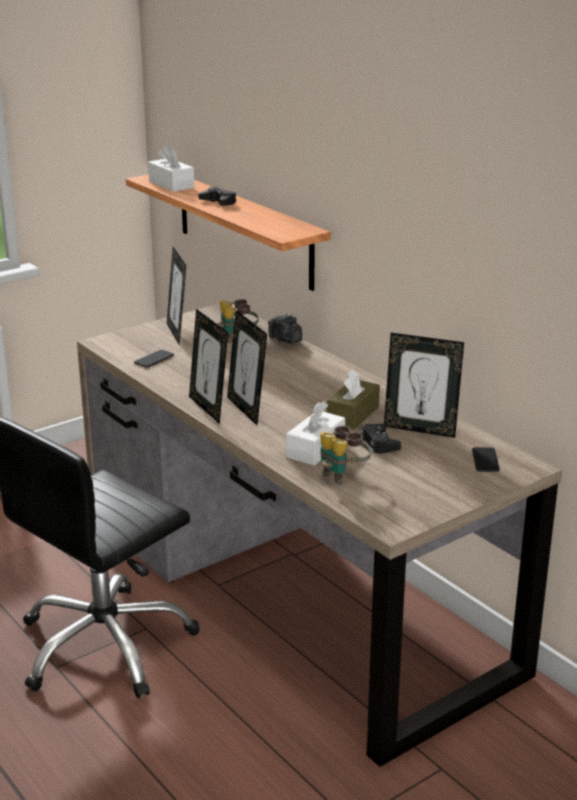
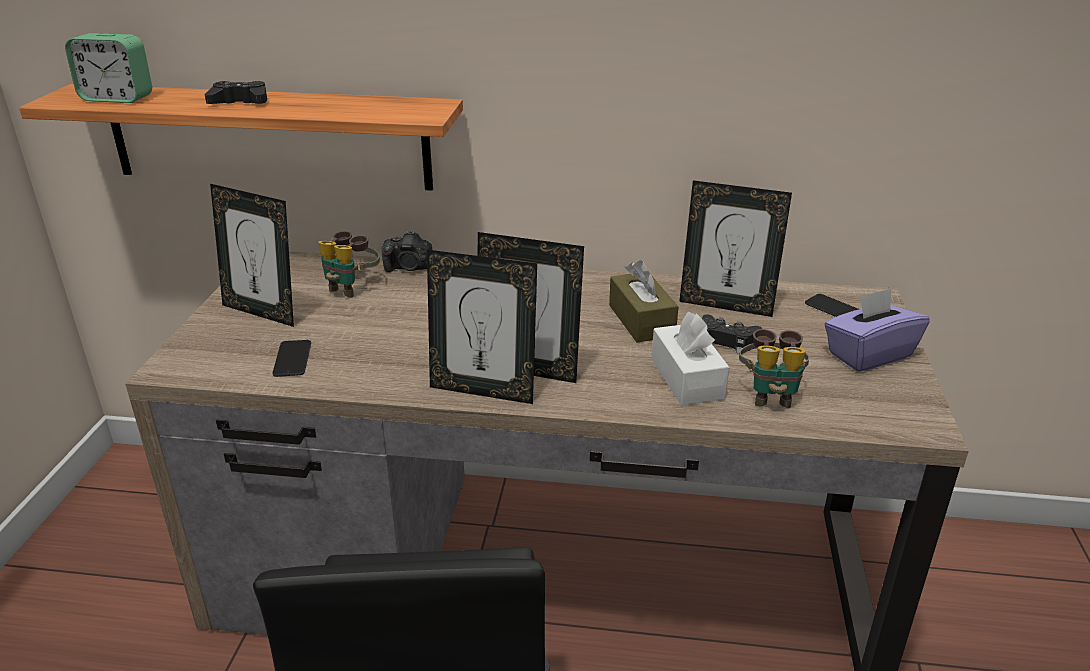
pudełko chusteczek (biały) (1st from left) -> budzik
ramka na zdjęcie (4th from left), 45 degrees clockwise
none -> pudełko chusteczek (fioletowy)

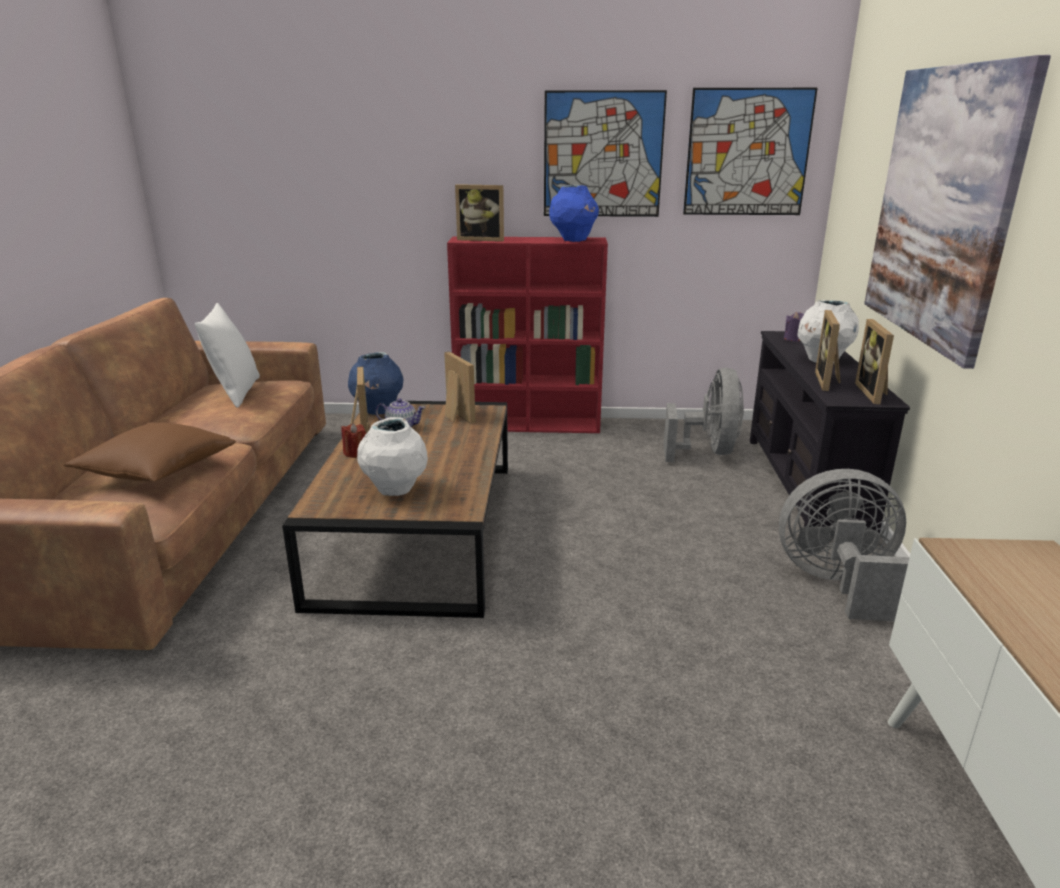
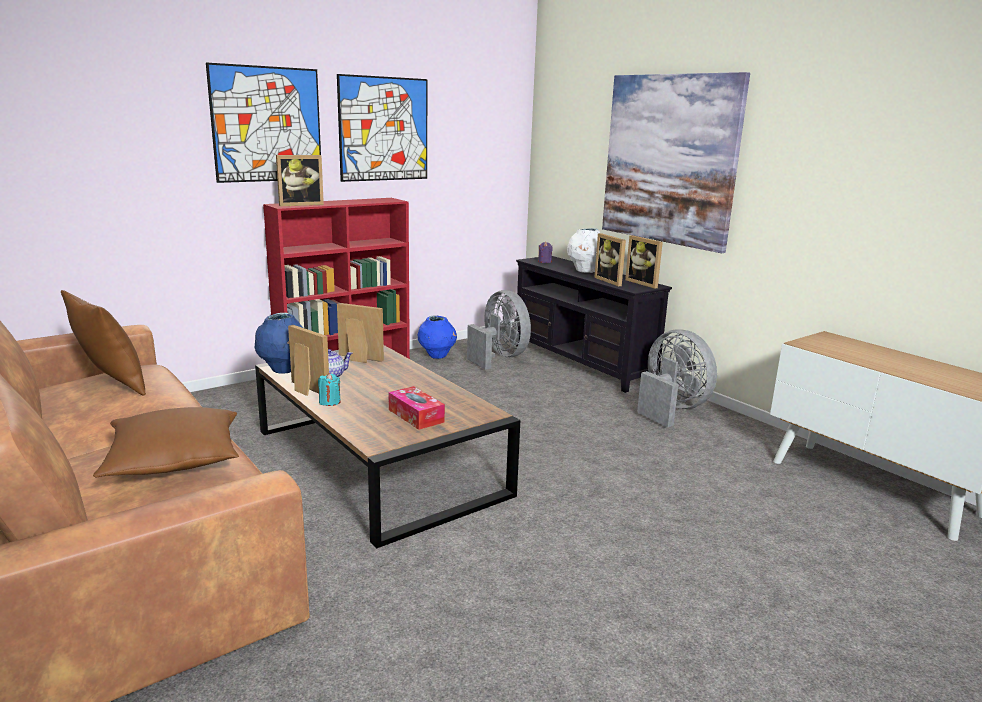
obraz (2nd from left in the first image) -> obraz (1st from left), move
wazon (niebieski) (2nd from left), move
poduszka (biały) -> poduszka (brązowy) (1st from left)
wazon (biały) (1st from left) -> pudełko chusteczek
świeca (czerwony) -> świeca (turkusowy)
wentylator (szary) (2nd from left), 90 degrees clockwise

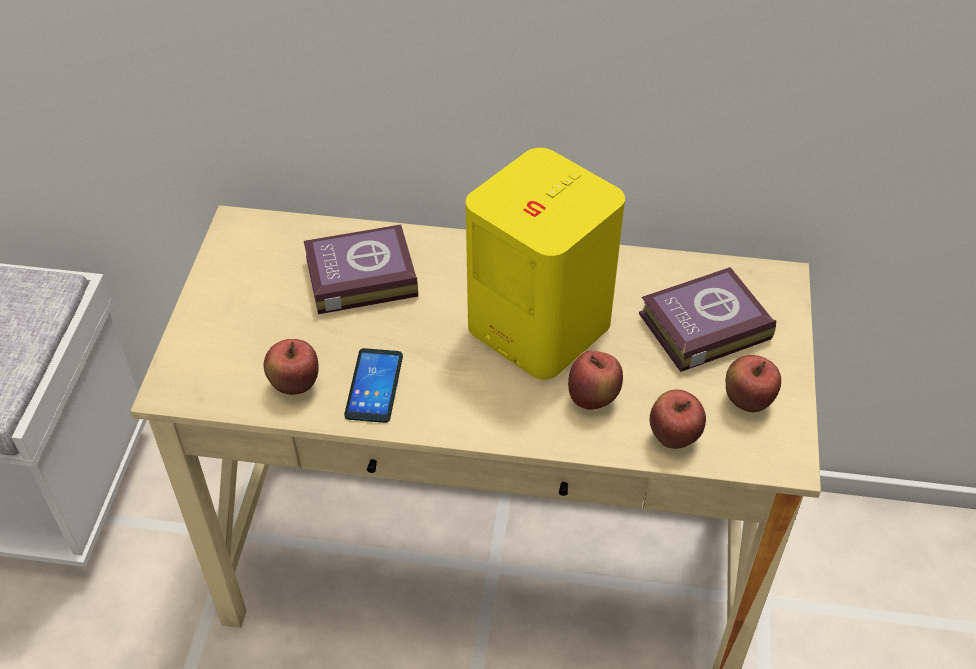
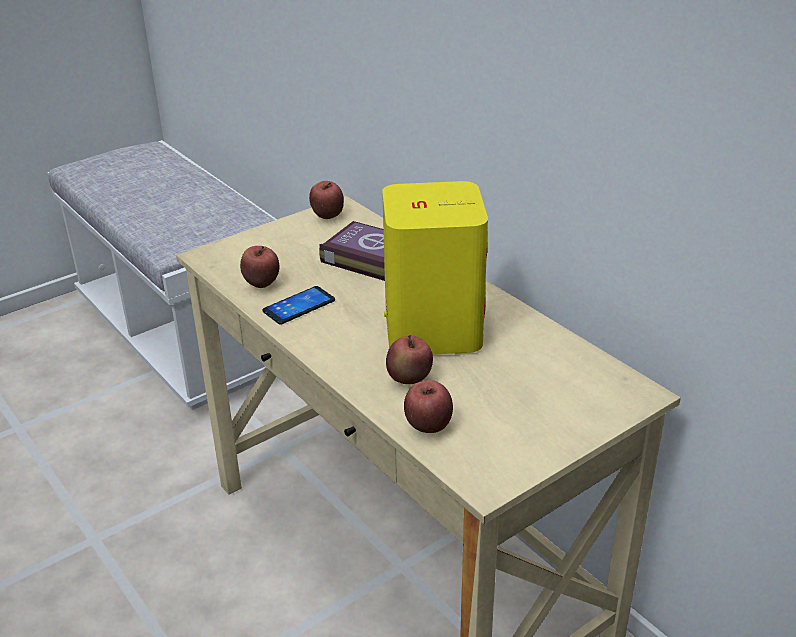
książka (2nd from left) -> none
jabłko (4th from left in the first image) -> jabłko (2nd from left), move

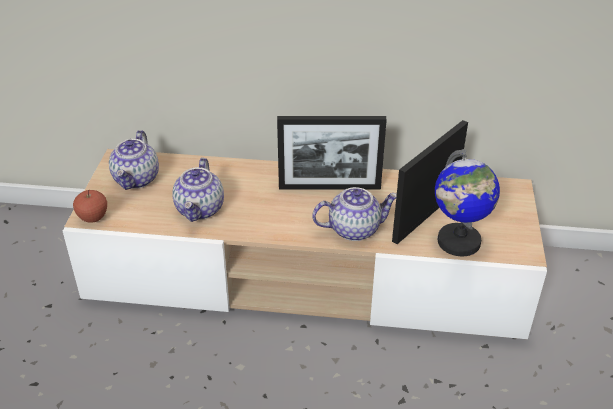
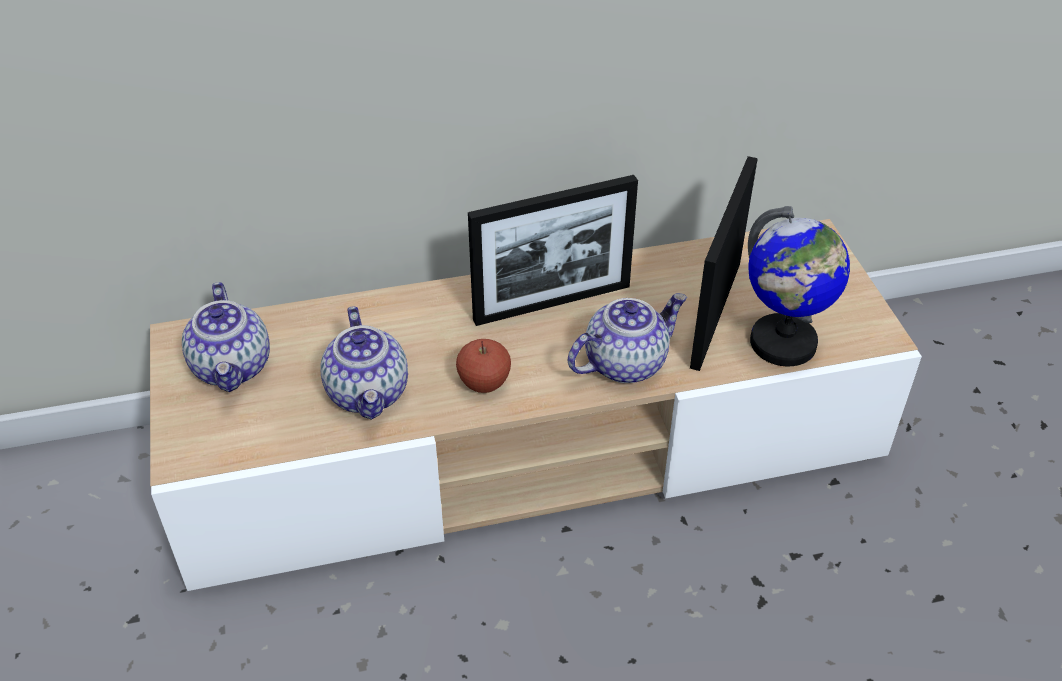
jabłko, move

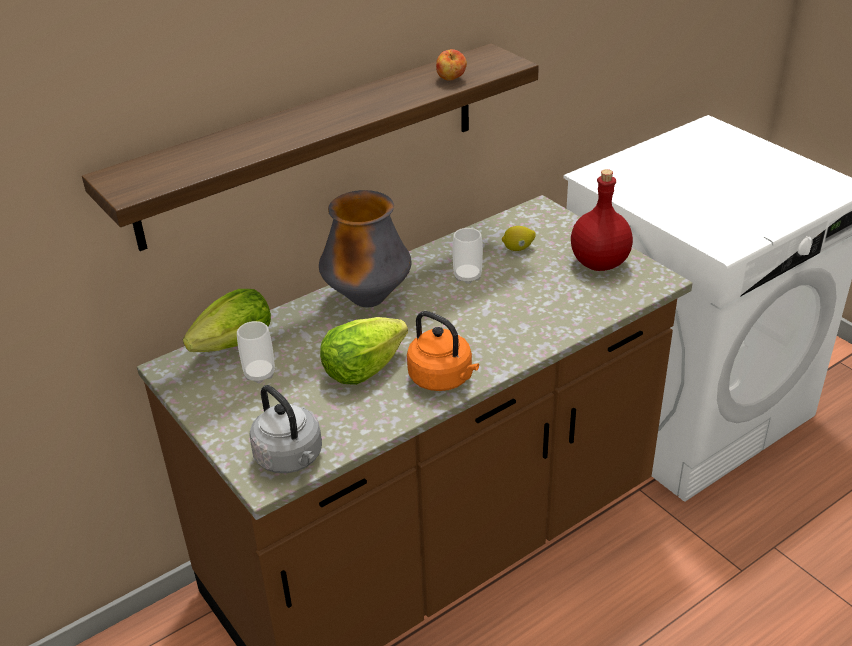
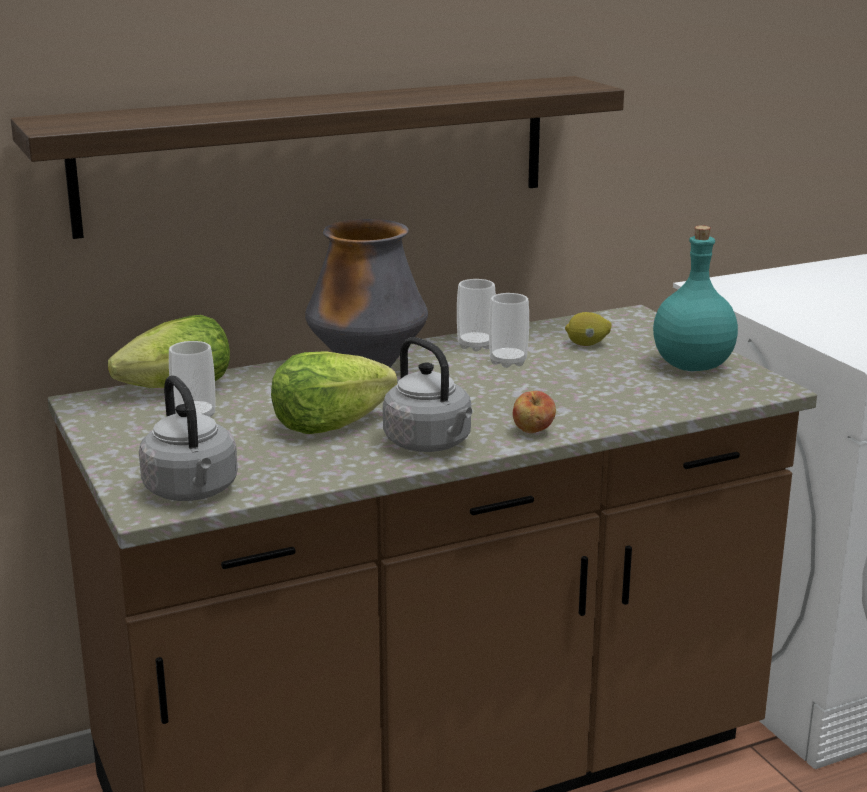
jabłko, move
butelka (czerwony) -> butelka (turkusowy)
czajnik (pomarańczowy) -> czajnik (szary) (2nd from left)
none -> filiżanka (2nd from left)

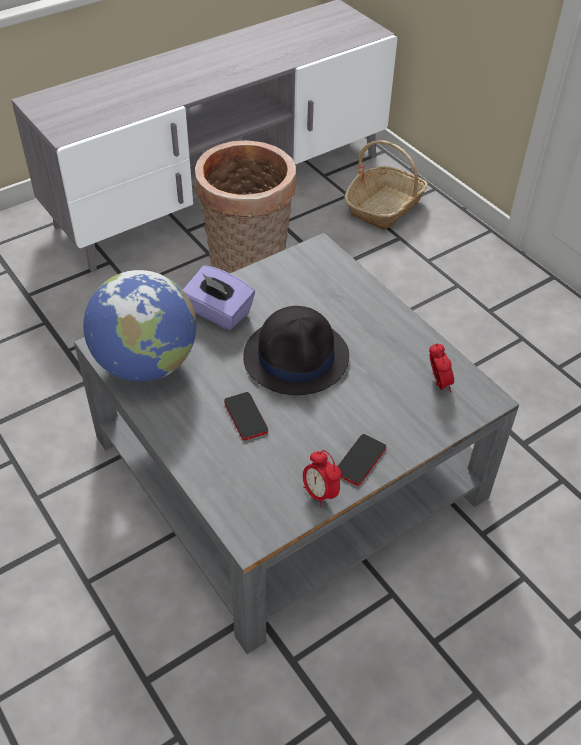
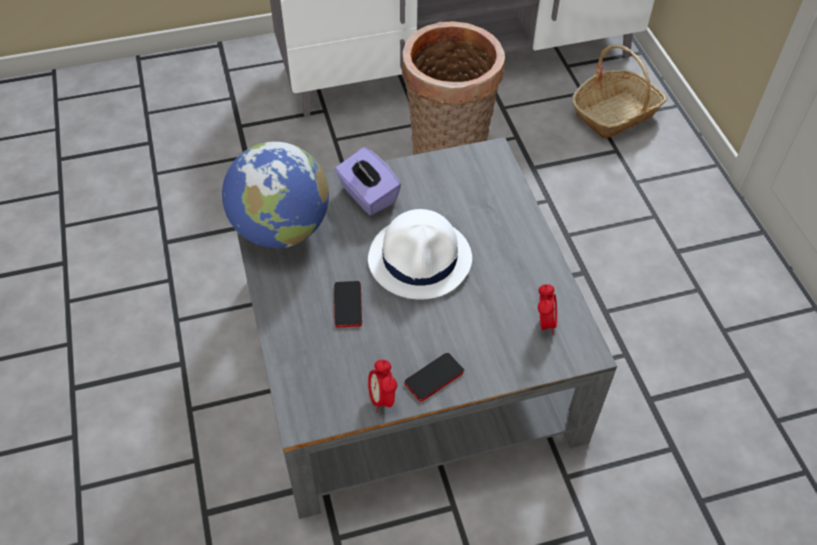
kapelusz (czarny) -> kapelusz (biały)

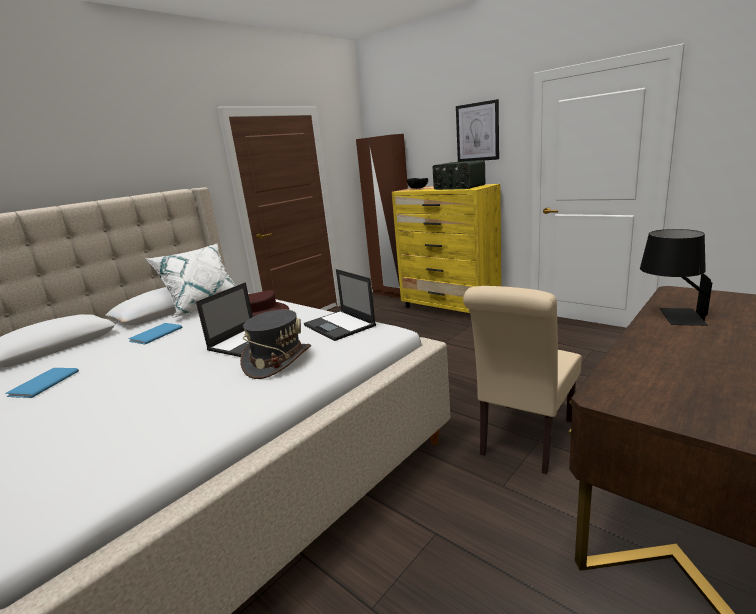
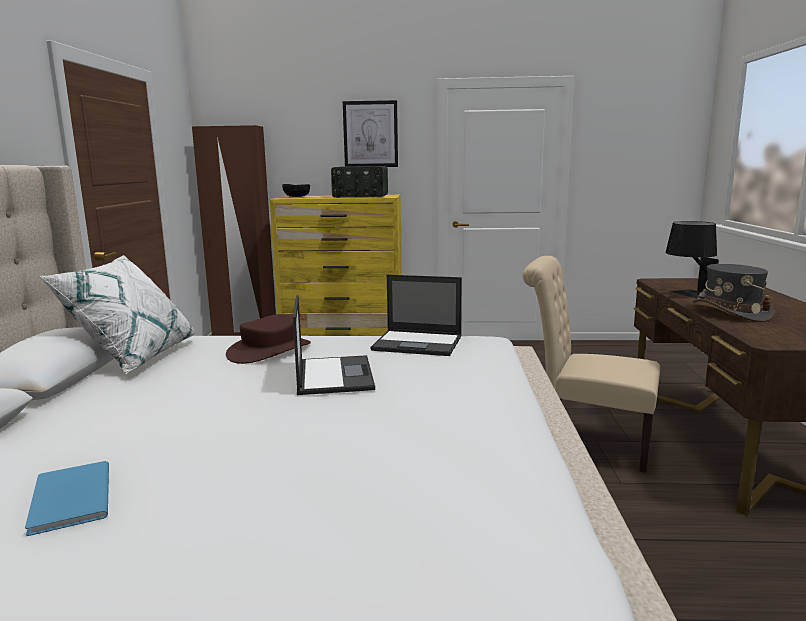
krzesło (beżowy), 120 degrees clockwise
kapelusz (szary), move
książka (niebieski) (2nd from left) -> none

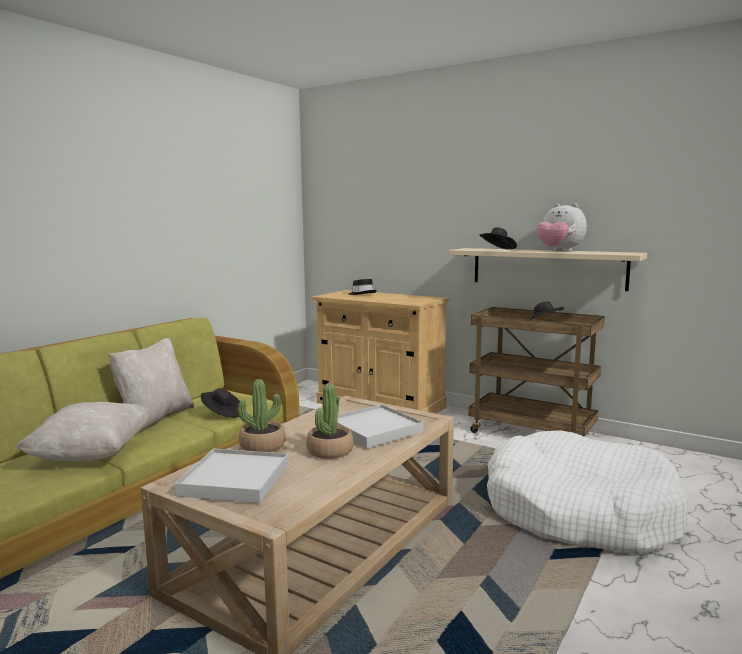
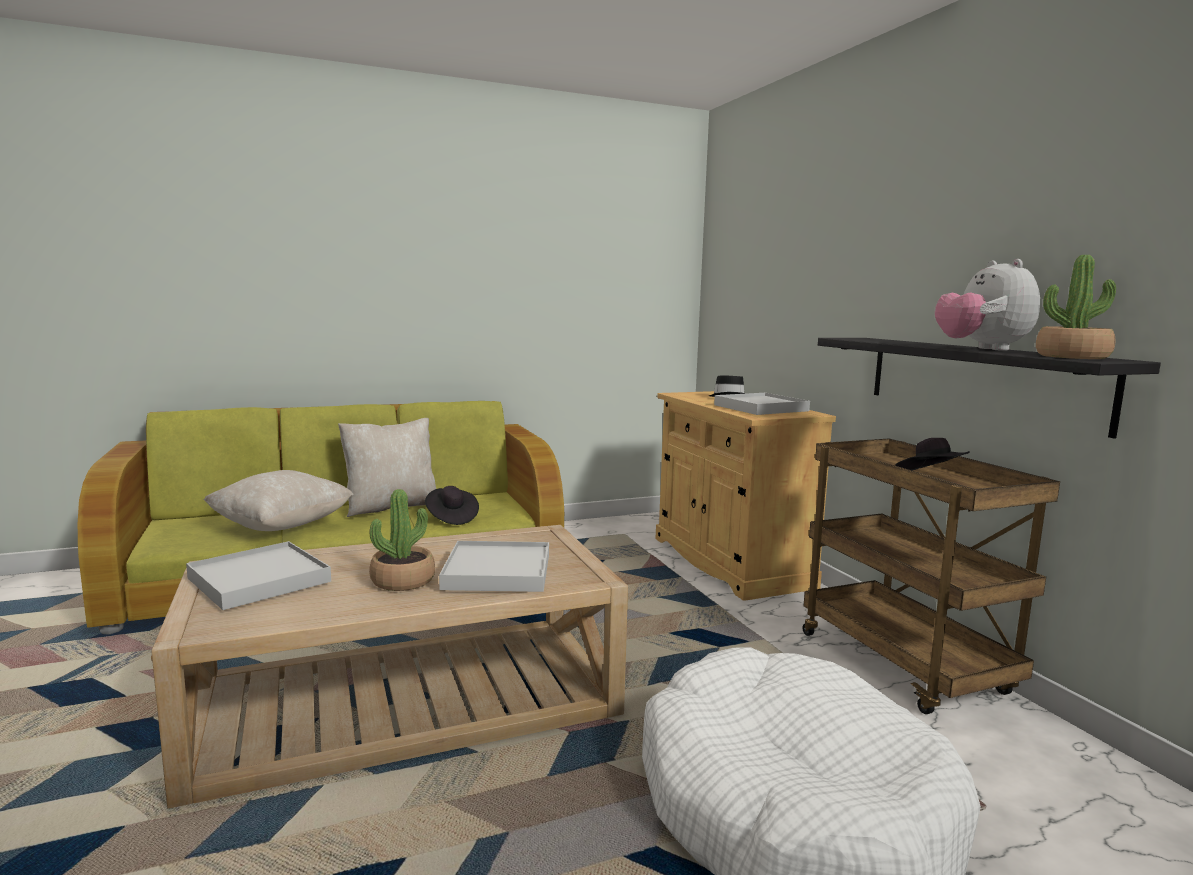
kapelusz (czarny) (3rd from left) -> none
półka (beżowy) -> półka (czarny)
roślina doniczkowa (1st from left in the first image) -> roślina doniczkowa (2nd from left), move
none -> taca (biały) (3rd from left)

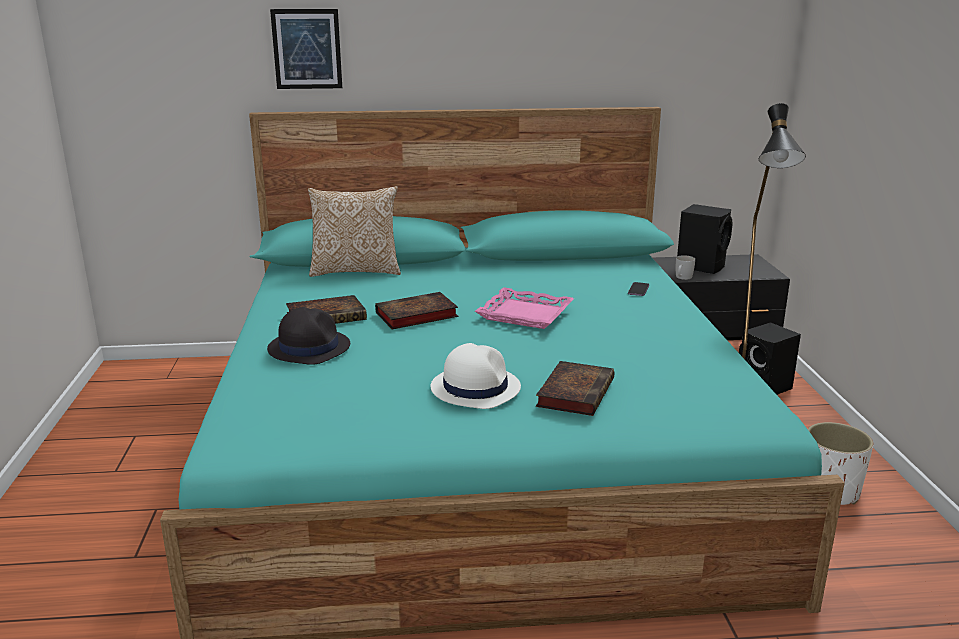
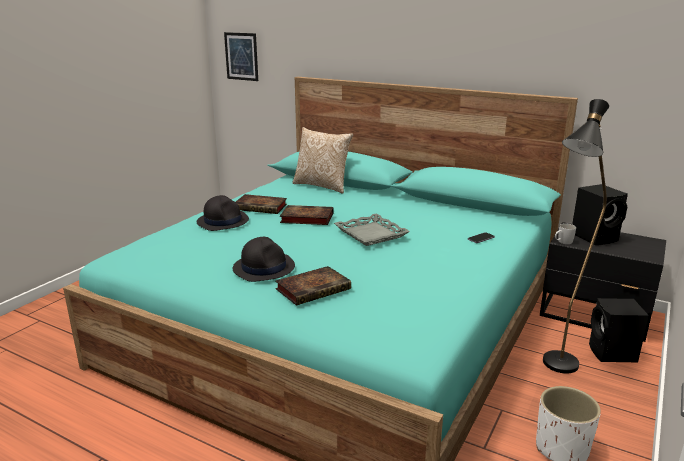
obraz, move
taca (różowy) -> taca (szary)
kapelusz (biały) -> kapelusz (czarny) (2nd from left)

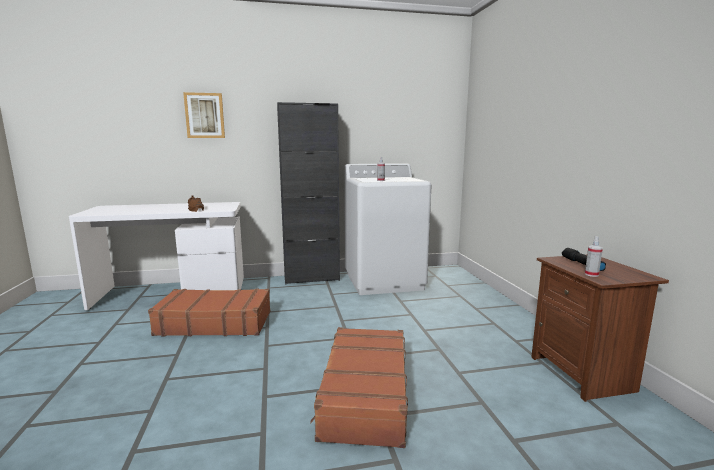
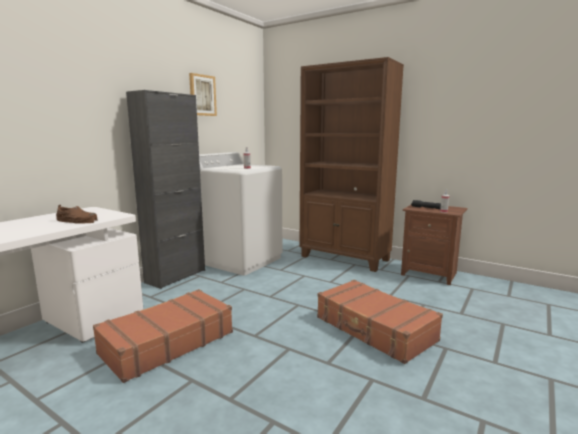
obraz, move
none -> regał (brązowy)

